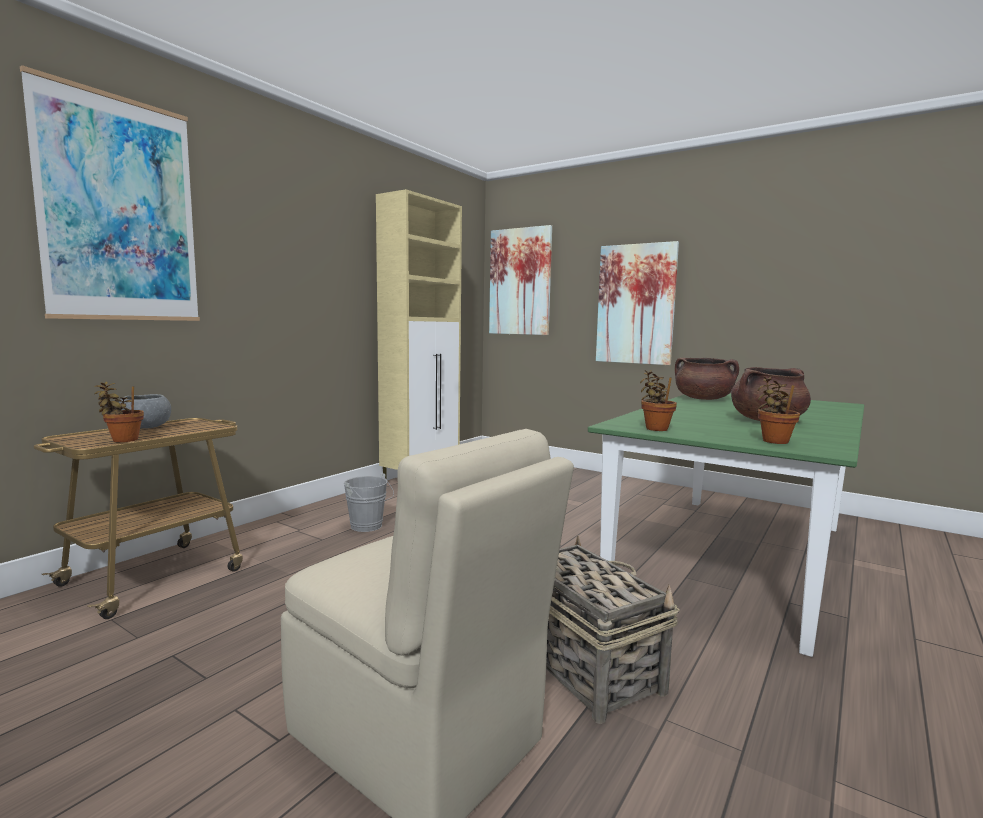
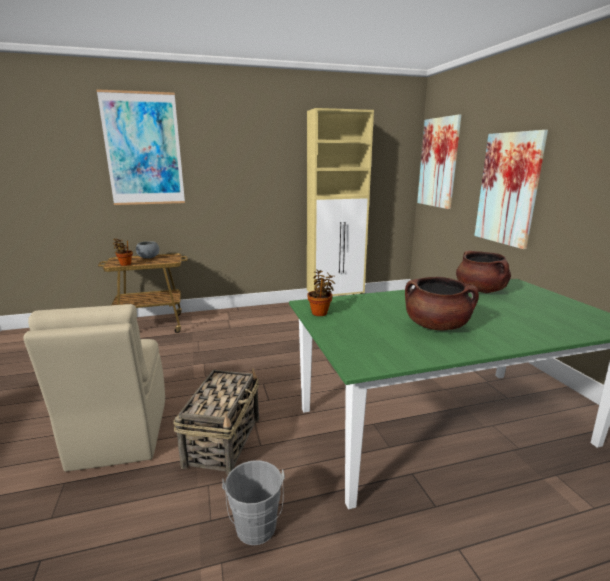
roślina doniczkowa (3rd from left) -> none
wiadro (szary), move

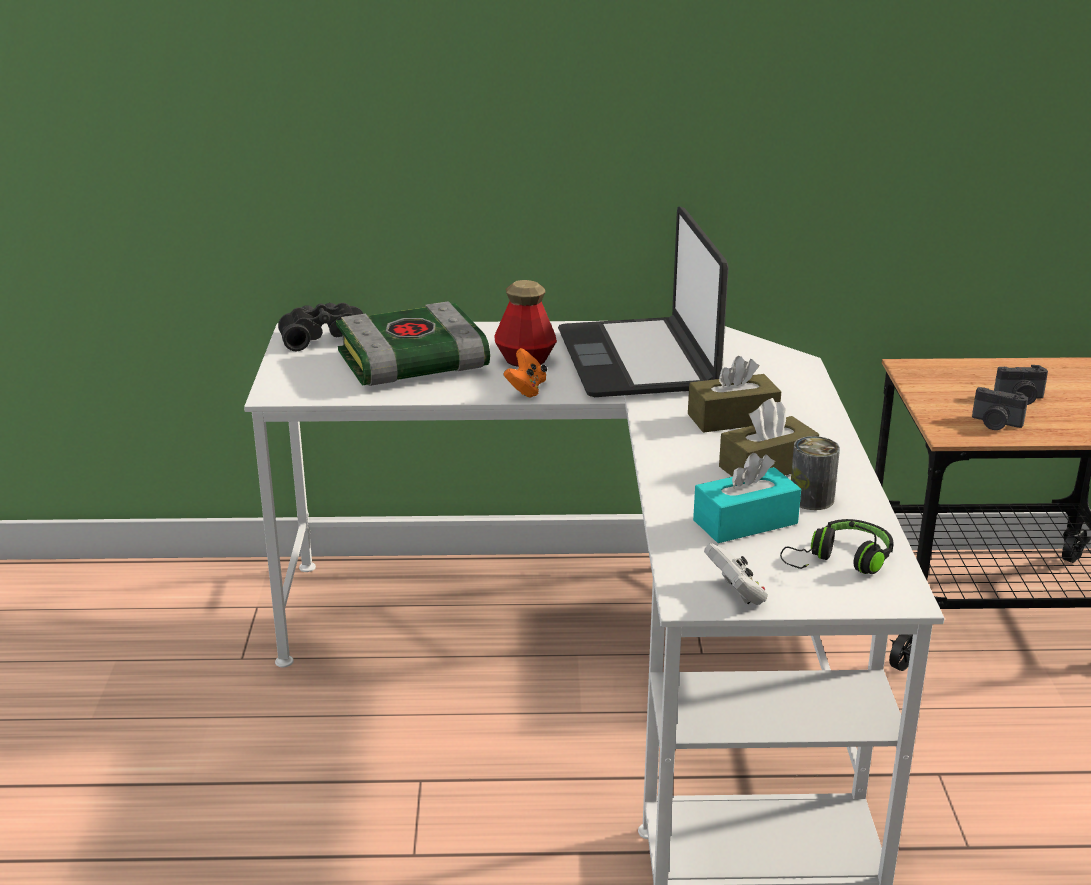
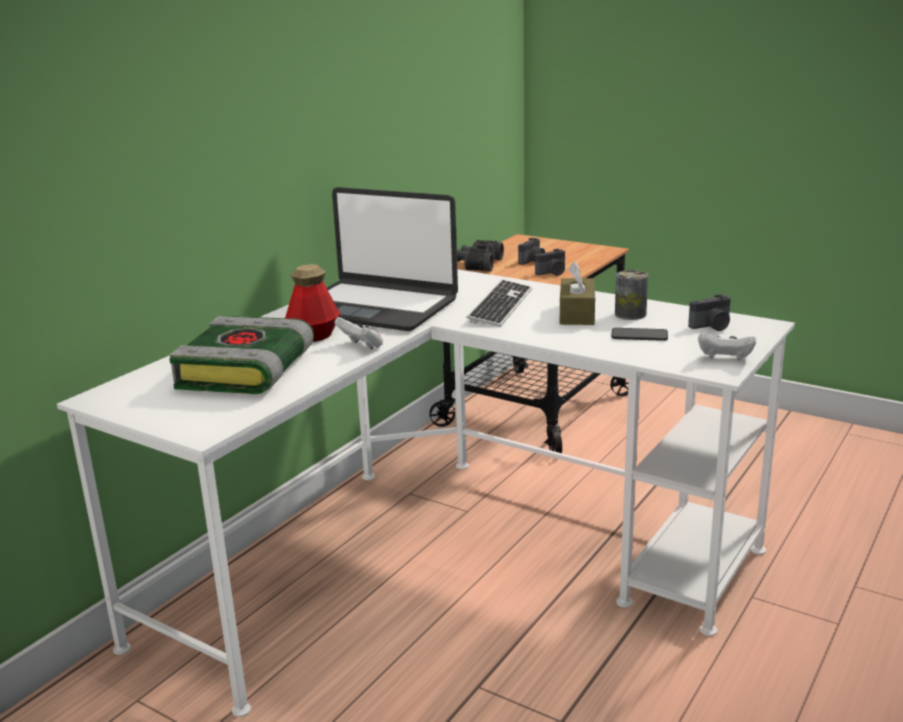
lornetka (czarny), move
pad do gier (pomarańczowy) -> pad do gier (biały) (1st from left)
pudełko chusteczek (brązowy) (1st from left) -> klawiatura
pudełko chusteczek (turkusowy) -> telefon
słuchawki (czarny) -> aparat fotograficzny (3rd from left)

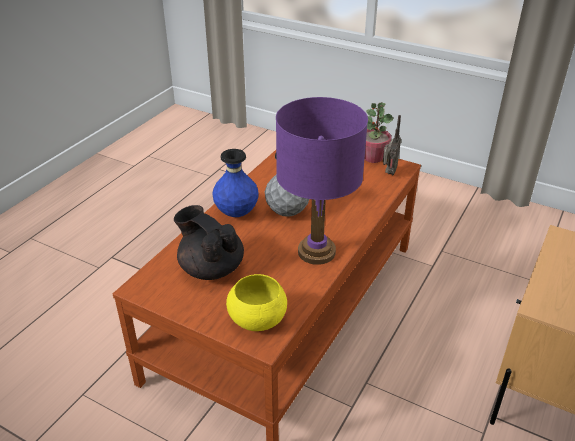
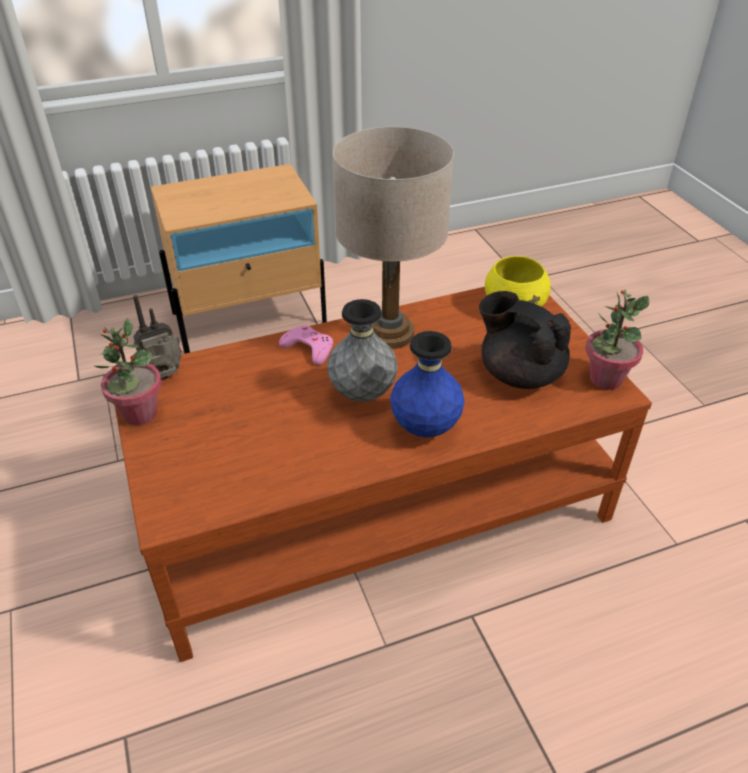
lampa stołowa (fioletowy) -> lampa stołowa (beżowy)
imbryk (czarny), 135 degrees clockwise
none -> roślina doniczkowa (2nd from left)
none -> pad do gier (różowy)

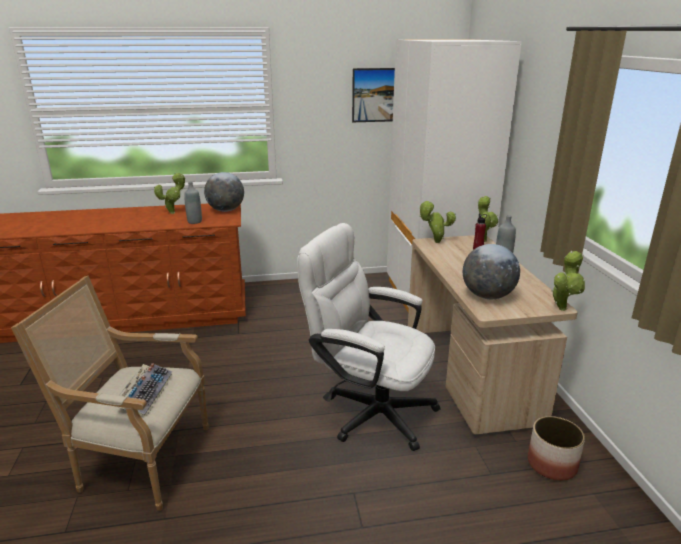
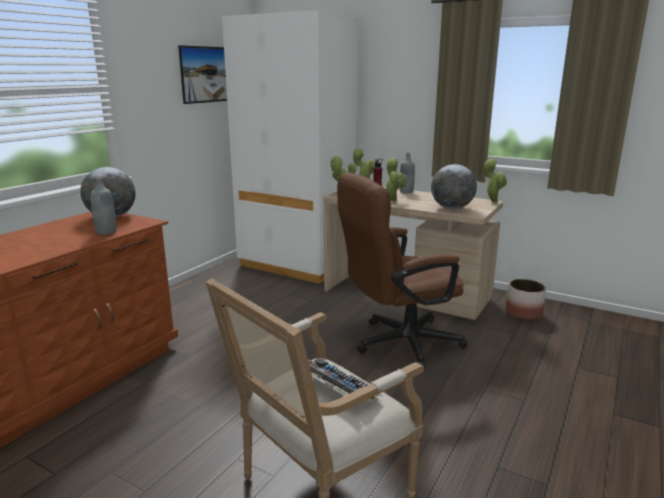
roślina doniczkowa (1st from left in the first image) -> roślina doniczkowa (3rd from left), move
krzesło biurowe (biały) -> krzesło biurowe (brązowy)

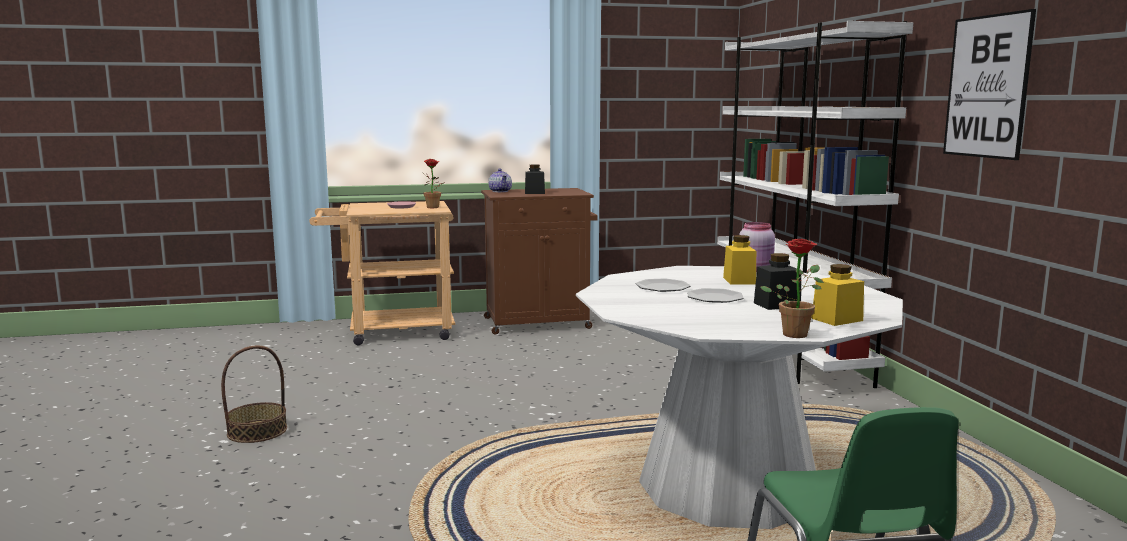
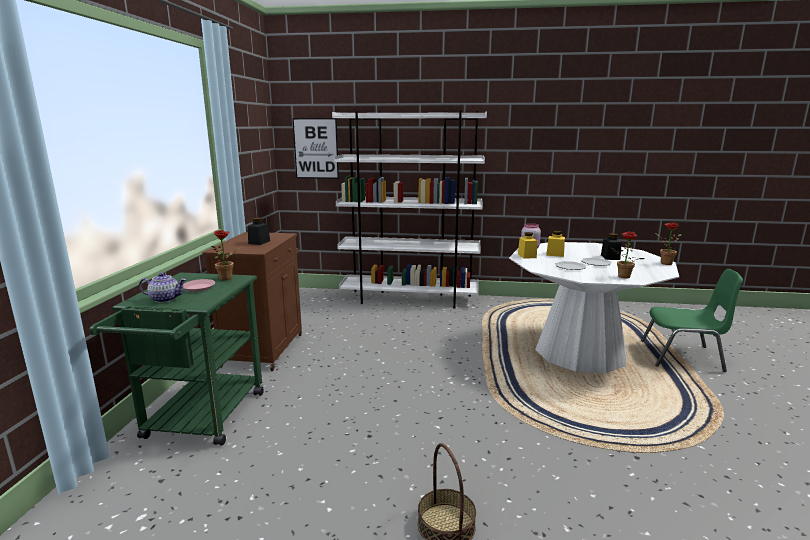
obraz, move
imbryk, move
wózek (beżowy) -> wózek (zielony)
słoik (żółty) (2nd from left in the first image) -> słoik (żółty) (1st from left), move
none -> roślina doniczkowa (2nd from left)

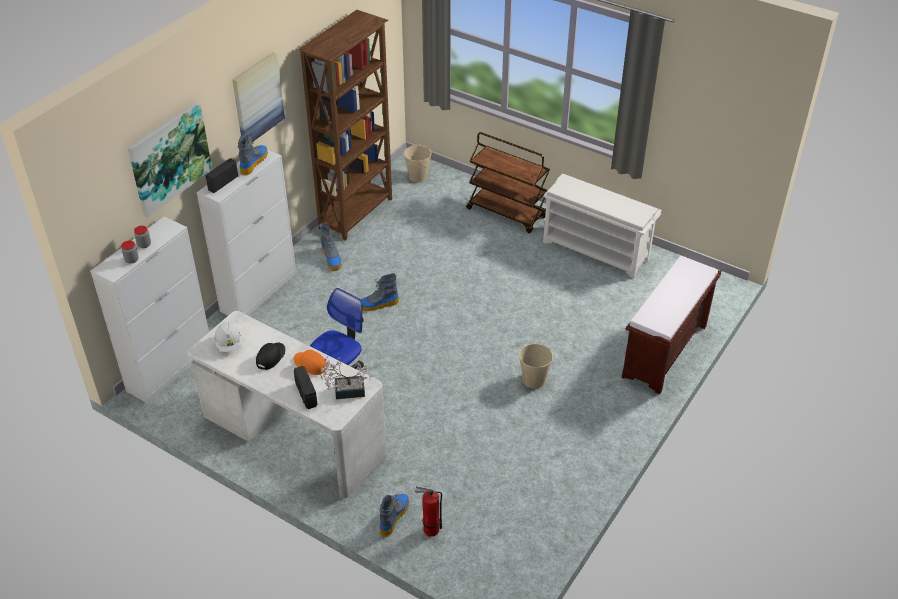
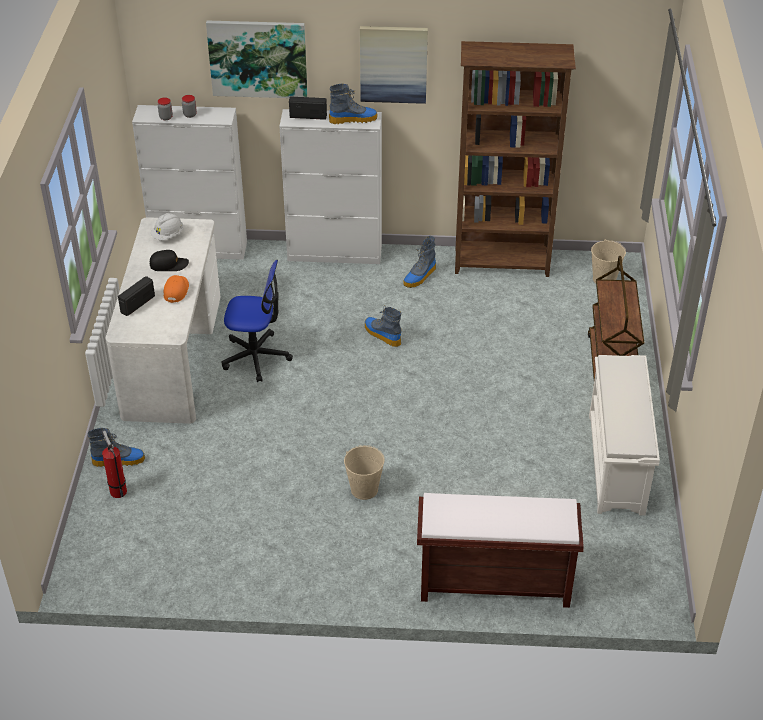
roślina doniczkowa -> none

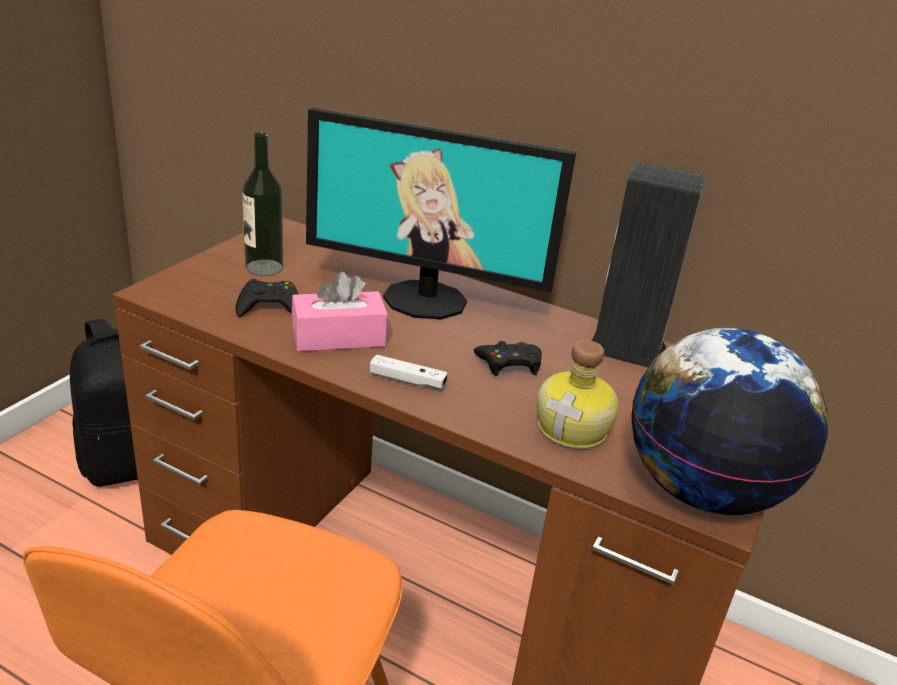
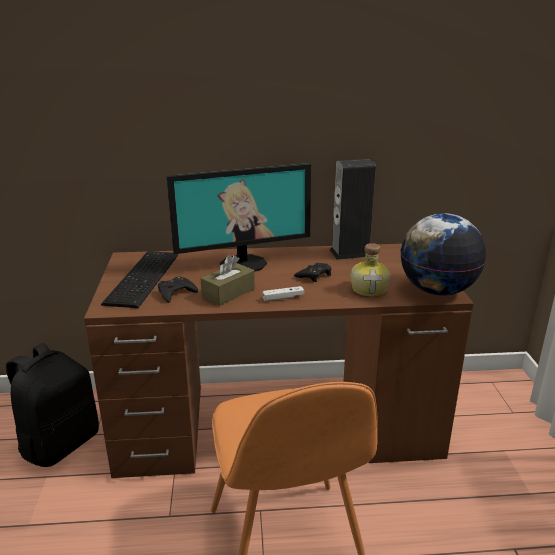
butelka (1st from left) -> klawiatura
pudełko chusteczek (różowy) -> pudełko chusteczek (brązowy)

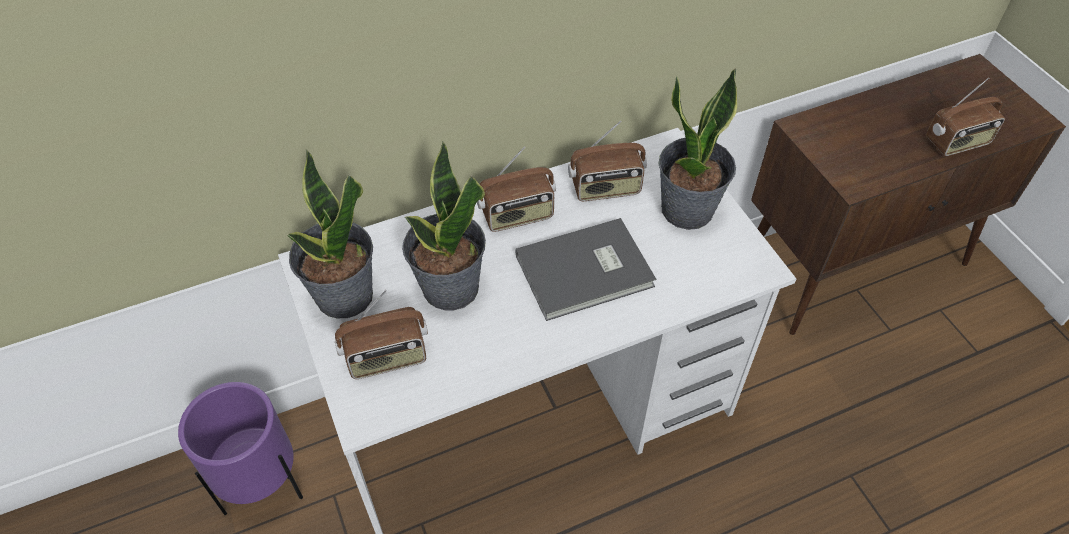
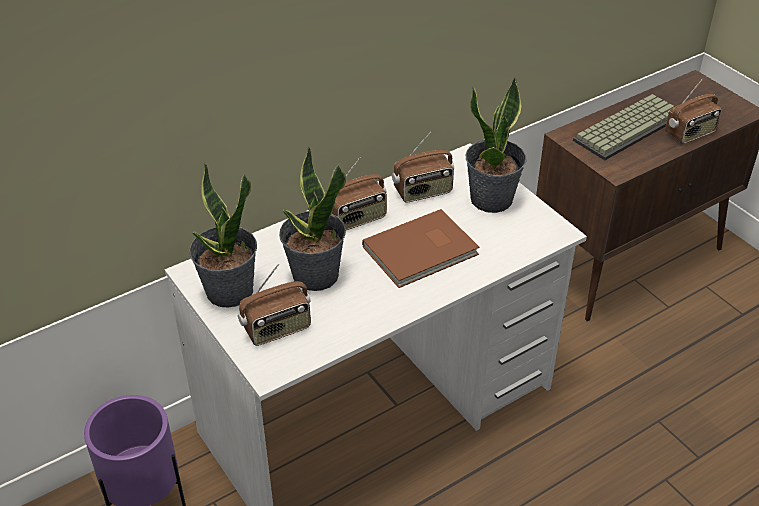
książka (szary) -> książka (brązowy)
none -> klawiatura

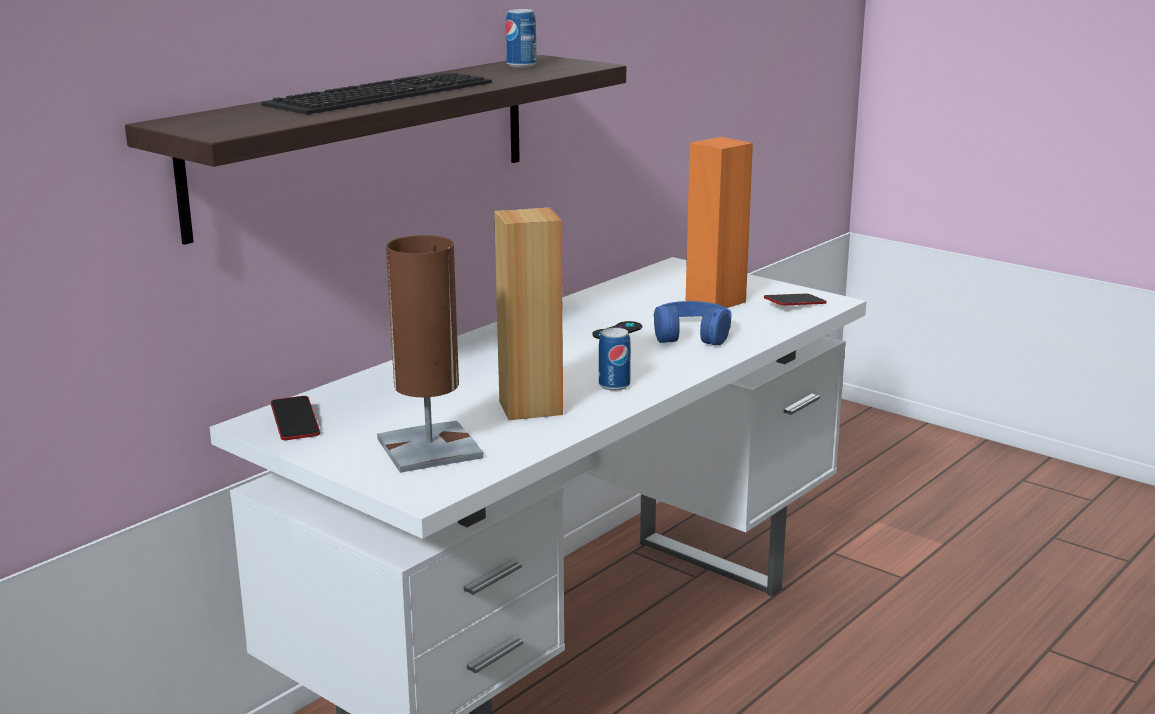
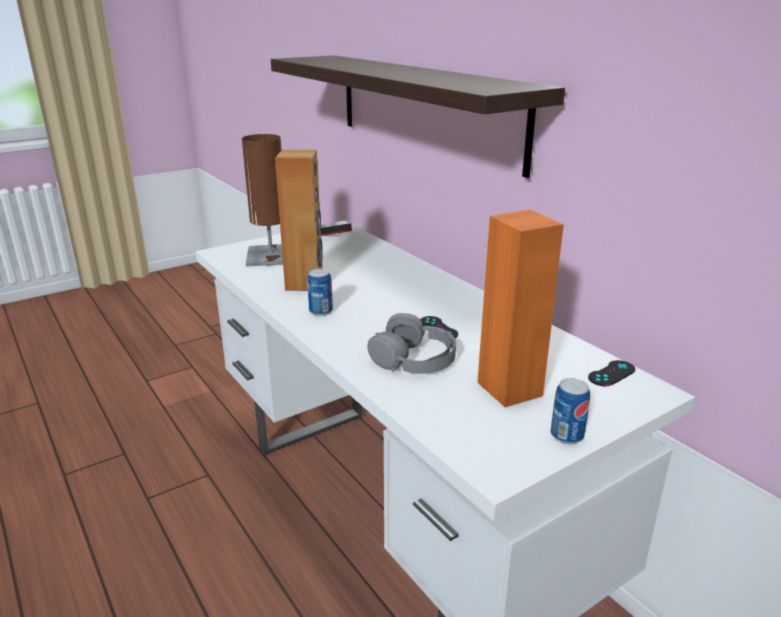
puszka (1st from left in the first image) -> puszka (2nd from left), move
klawiatura -> none
telefon (2nd from left) -> none
słuchawki (niebieski) -> słuchawki (szary)
none -> pad do gier (czarny) (2nd from left)

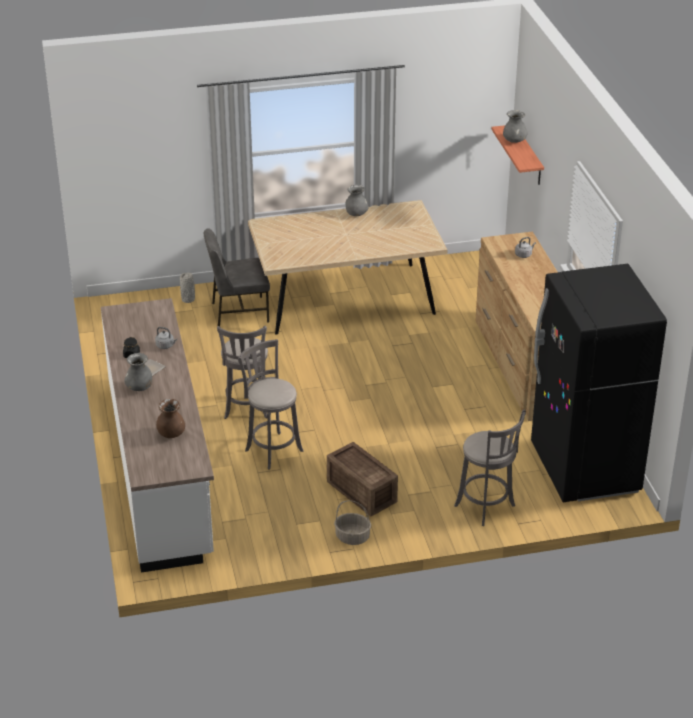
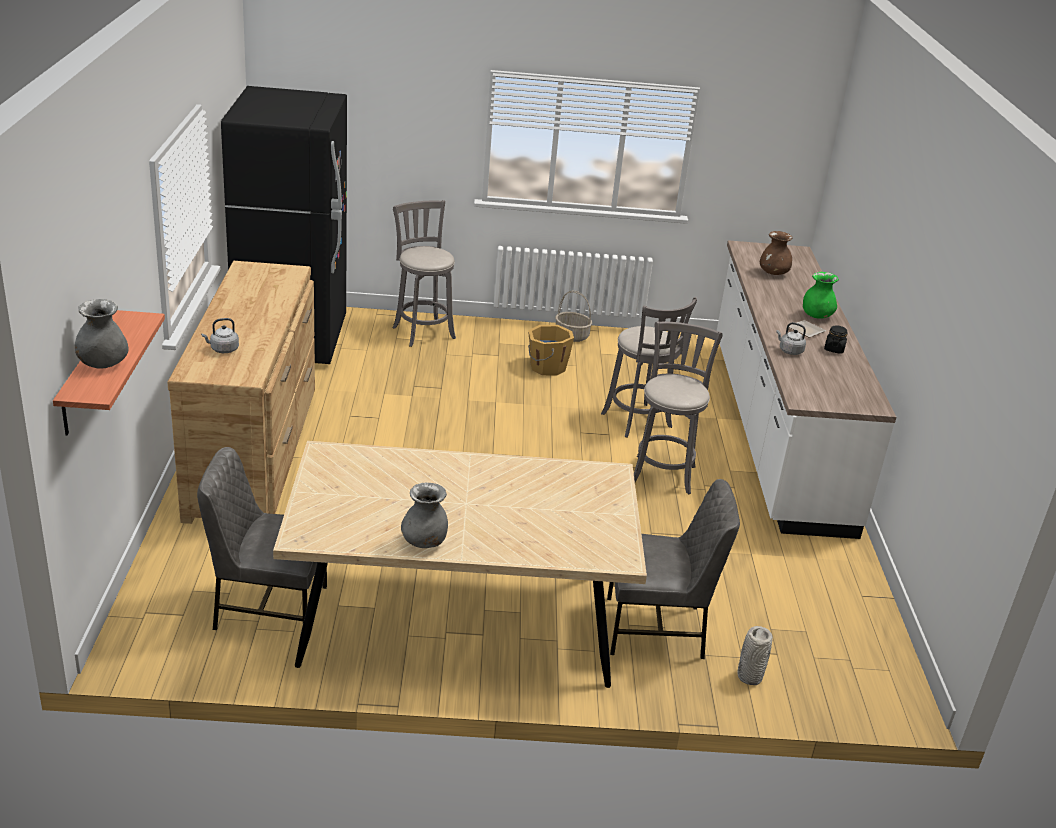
wazon (szary) (1st from left) -> wazon (zielony)
skrzynka -> wiadro (pomarańczowy)
none -> krzesło (szary) (1st from left)

